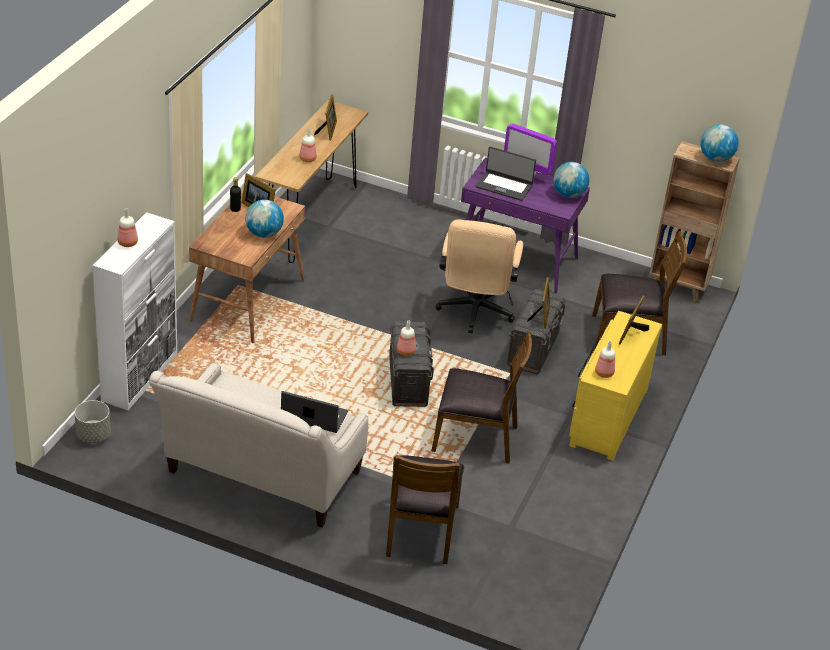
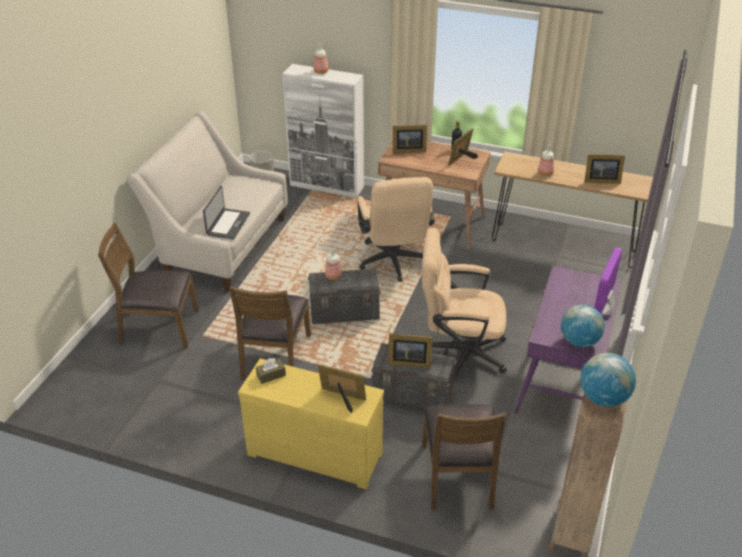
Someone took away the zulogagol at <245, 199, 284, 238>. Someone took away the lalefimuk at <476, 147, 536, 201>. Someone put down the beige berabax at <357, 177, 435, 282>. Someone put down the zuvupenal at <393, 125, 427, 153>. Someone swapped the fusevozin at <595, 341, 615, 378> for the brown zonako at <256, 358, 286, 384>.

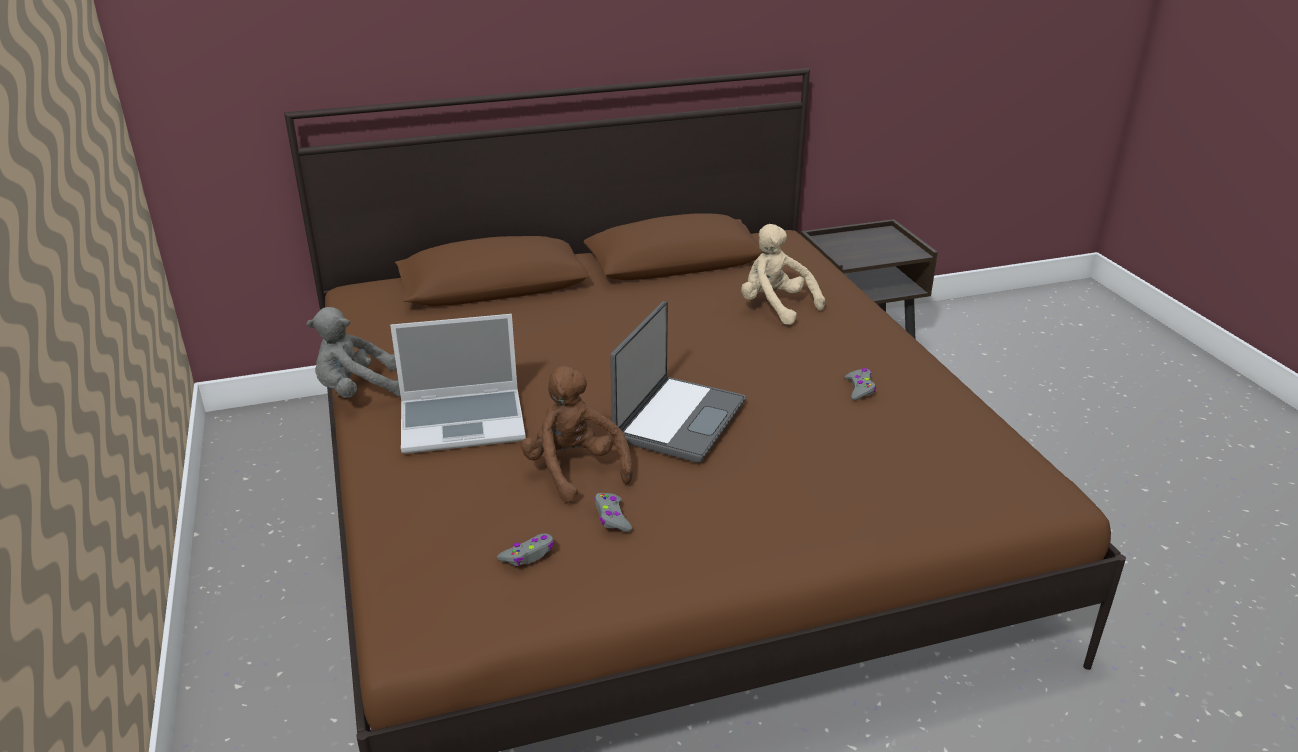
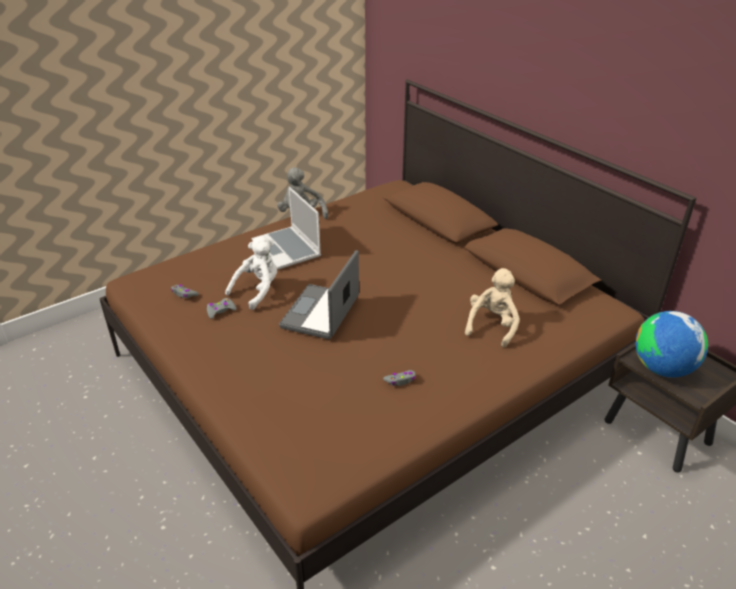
Someone put down the zulogagol at <635, 311, 708, 377>. Someone repainted the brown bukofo at <521, 366, 633, 503>, which became the white bukofo at <225, 236, 277, 310>. Someone rotated the lalefimuk at <610, 301, 746, 463> by 105 degrees clockwise.

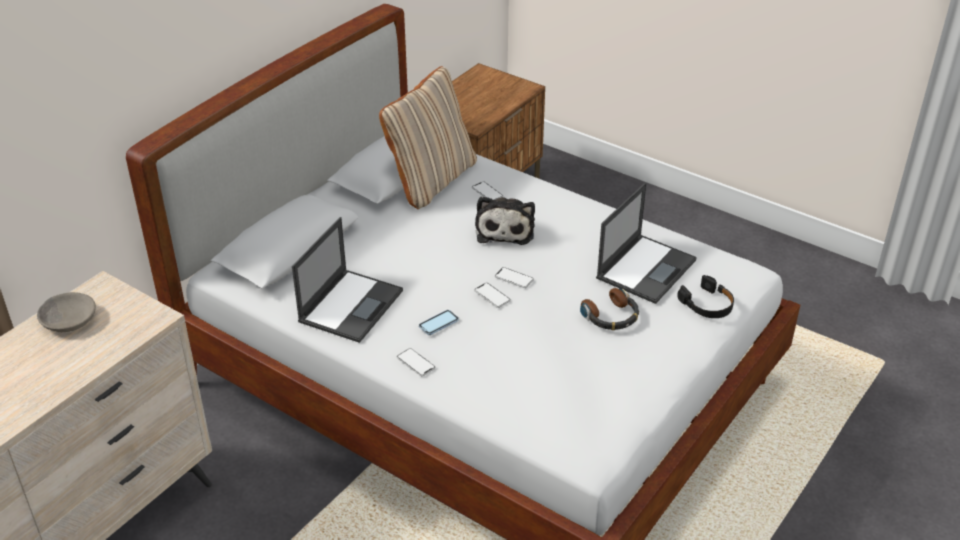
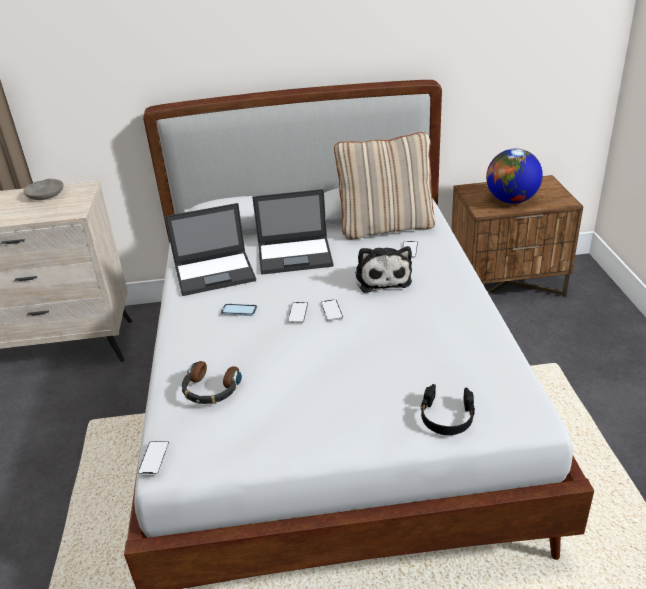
Someone put down the zulogagol at <486, 149, 543, 204>. Someone carried the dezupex from <397, 348, 436, 376> to <137, 441, 170, 475>. Someone carried the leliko from <580, 288, 639, 330> to <182, 361, 242, 404>. Someone carried the lalefimuk from <596, 183, 697, 304> to <252, 189, 333, 275>. Someone rotated the bukofo at <475, 196, 535, 245> by 60 degrees counterclockwise.

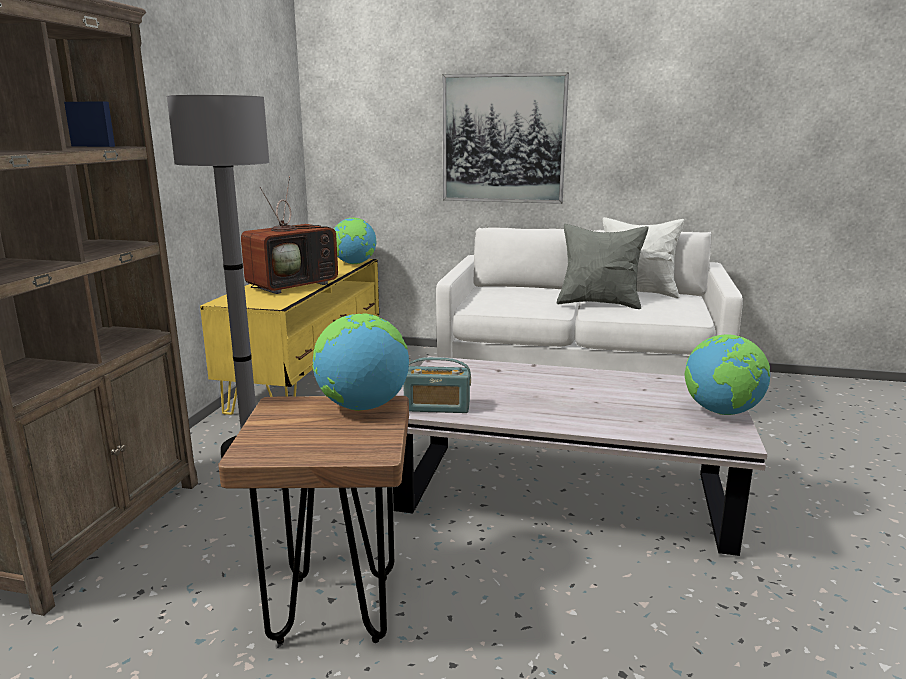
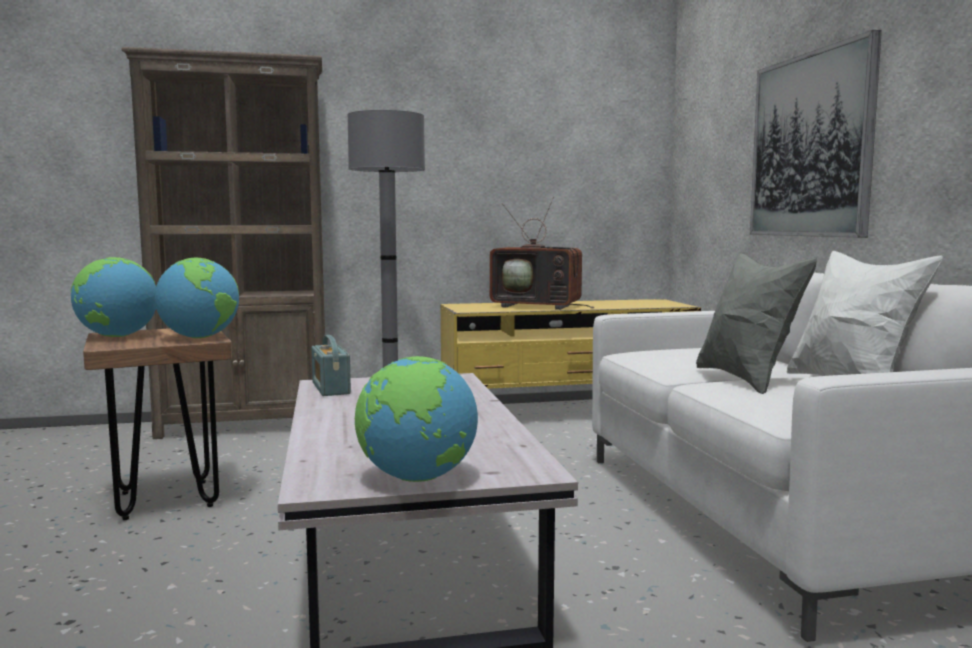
Someone carried the zulogagol from <334, 218, 376, 264> to <71, 257, 156, 337>.

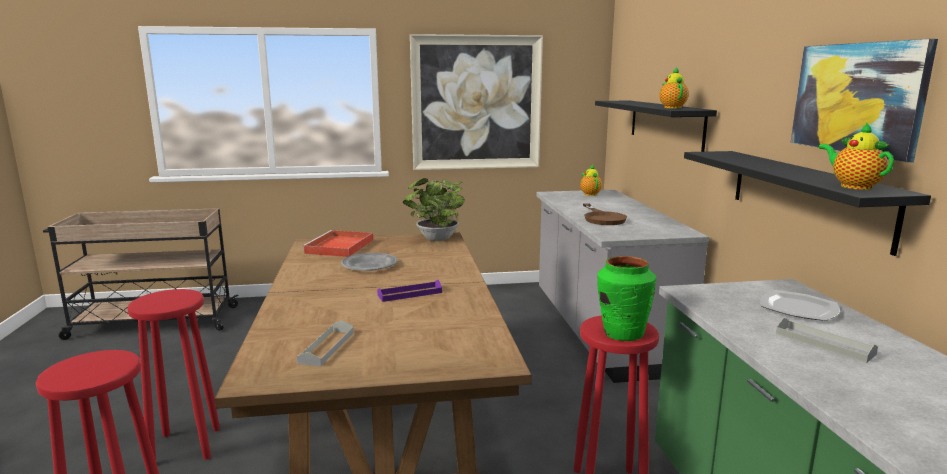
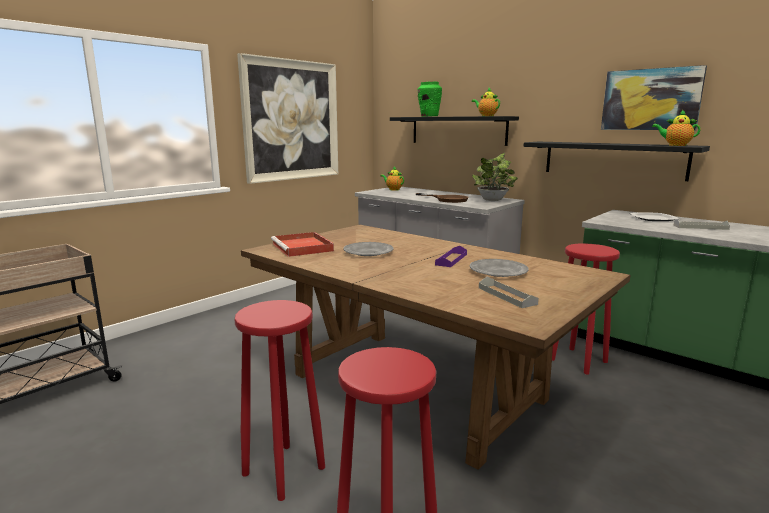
Someone put down the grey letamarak at <470, 259, 529, 277>. Someone carried the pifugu from <403, 178, 465, 241> to <472, 153, 518, 201>. Someone carried the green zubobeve from <597, 256, 656, 341> to <418, 81, 442, 117>.

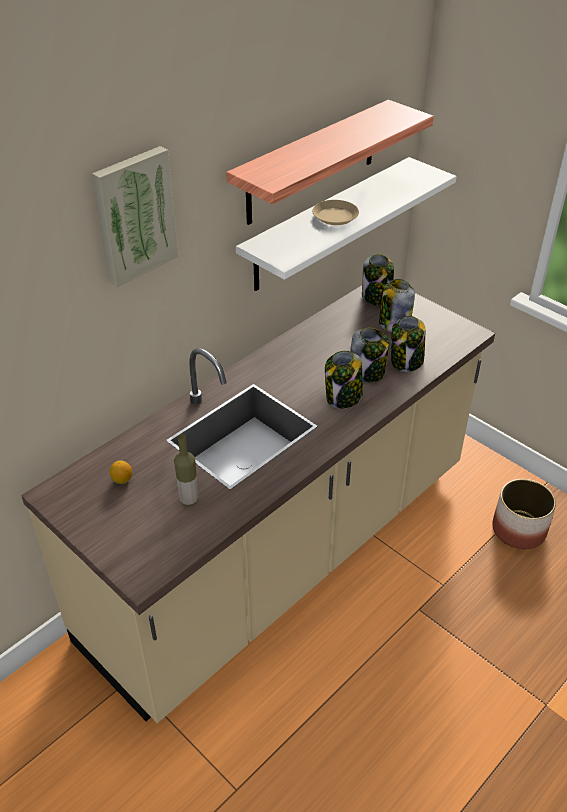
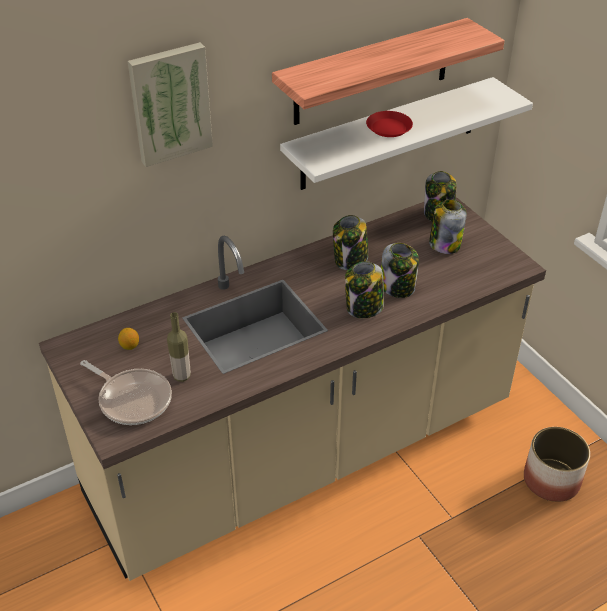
Someone put down the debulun at <80, 360, 172, 425>. Someone carried the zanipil from <391, 316, 425, 372> to <333, 215, 368, 270>. Someone repainted the beige letamarak at <312, 200, 359, 225>, which became the red letamarak at <366, 111, 413, 137>.

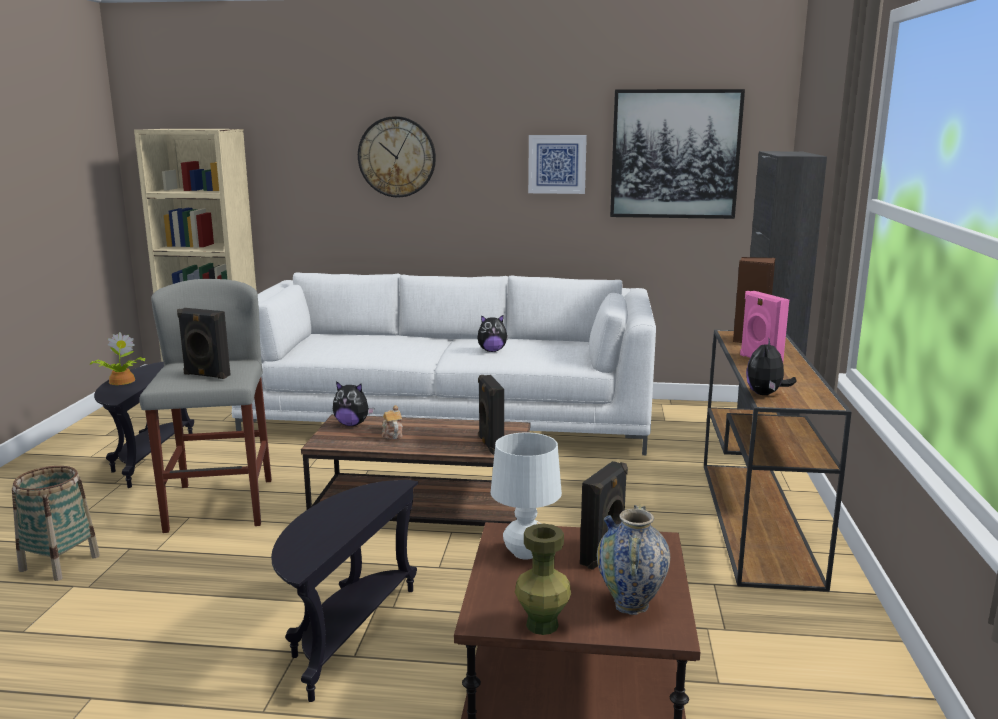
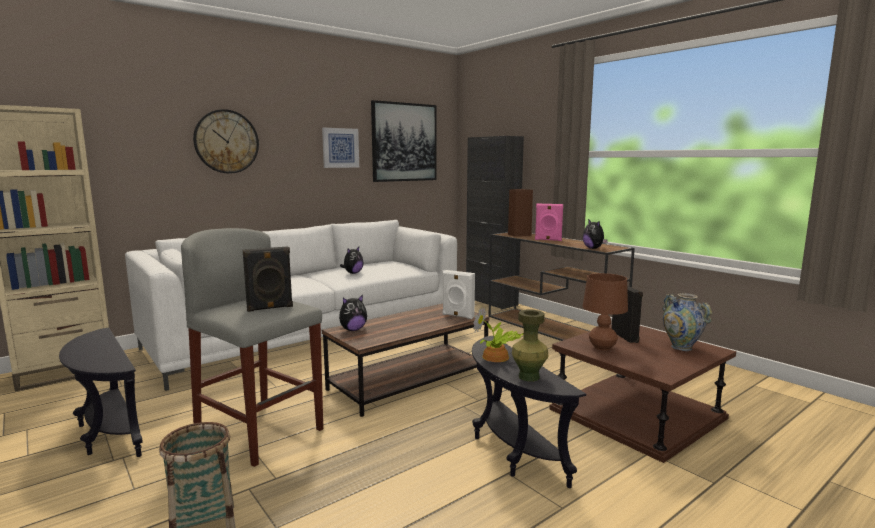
Someone took away the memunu at <382, 405, 403, 439>. Someone carried the pifugu from <89, 332, 145, 385> to <473, 306, 524, 362>. Someone carried the green zubobeve from <515, 524, 571, 635> to <512, 310, 549, 381>. Someone repainted the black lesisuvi at <478, 375, 504, 455>, which became the white lesisuvi at <442, 270, 475, 319>. Someone repainted the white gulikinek at <490, 433, 562, 560>, which became the brown gulikinek at <582, 273, 628, 350>.

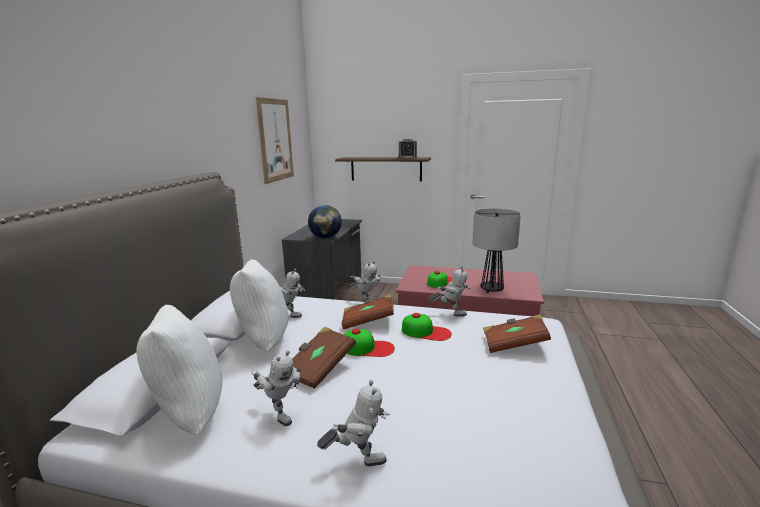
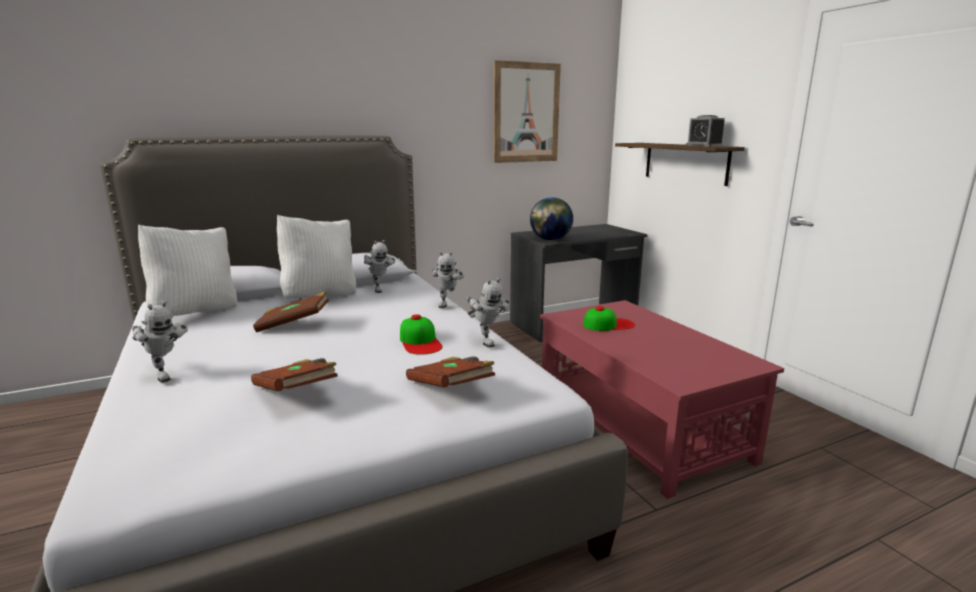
Someone took away the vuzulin at <252, 350, 301, 426>. Someone took away the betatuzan at <344, 328, 395, 357>. Someone took away the gulikinek at <473, 208, 521, 293>. Someone carried the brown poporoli from <341, 294, 394, 329> to <251, 358, 338, 392>.

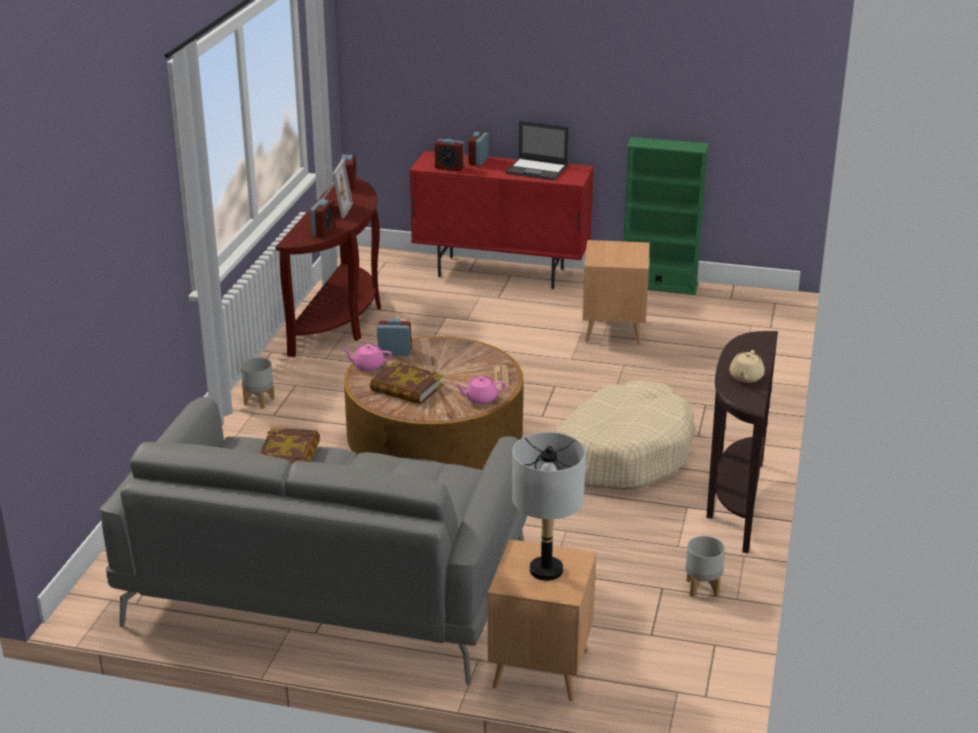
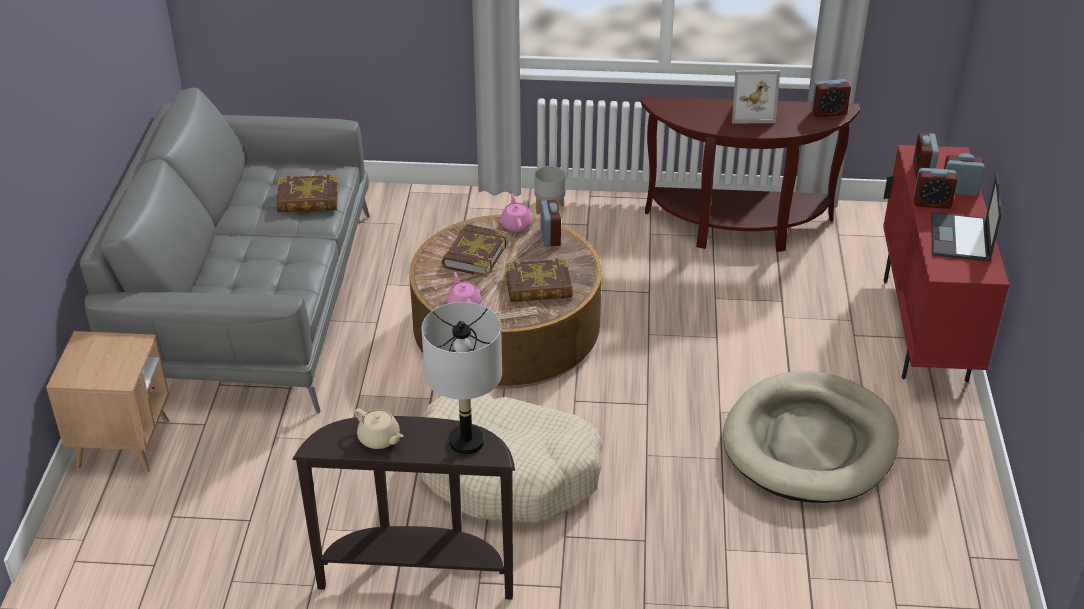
Someone took away the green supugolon at <624, 137, 709, 295>. Someone took away the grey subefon at <685, 536, 725, 597>. Someone put down the poporoli at <505, 259, 573, 302>. Someone carried the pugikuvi from <310, 199, 335, 237> to <914, 168, 957, 209>. Someone carried the grey gulikinek from <512, 432, 586, 581> to <422, 302, 502, 454>. Someone swapped the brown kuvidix at <583, 240, 649, 346> for the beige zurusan at <723, 371, 899, 503>. Someone rotated the beige memunu at <729, 350, 765, 383> by 150 degrees counterclockwise.

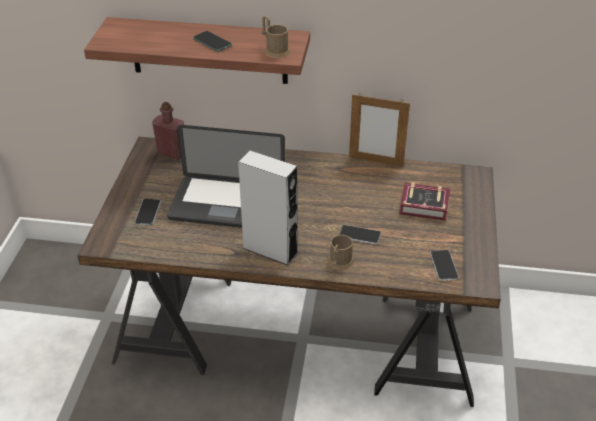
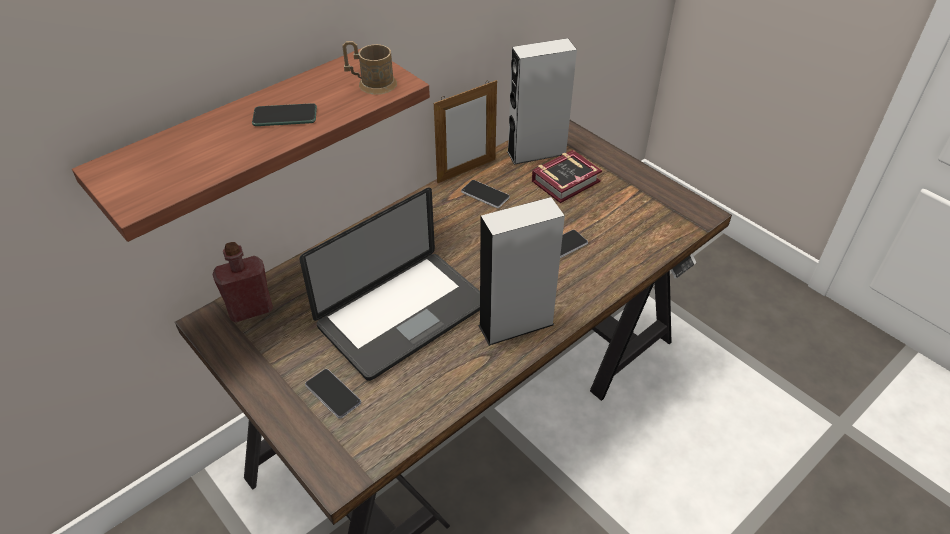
Someone took away the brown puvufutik at <328, 235, 354, 270>. Someone put down the grey lesisuvi at <507, 38, 577, 165>. Someone carried the dezupex from <430, 250, 459, 281> to <461, 180, 510, 208>.

